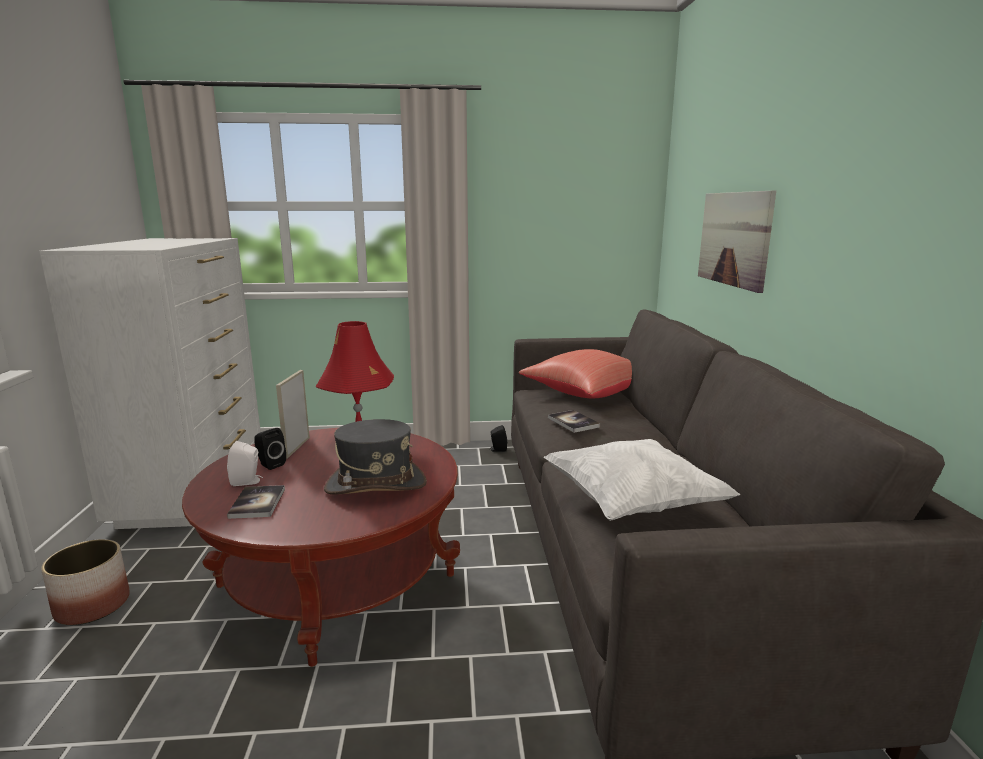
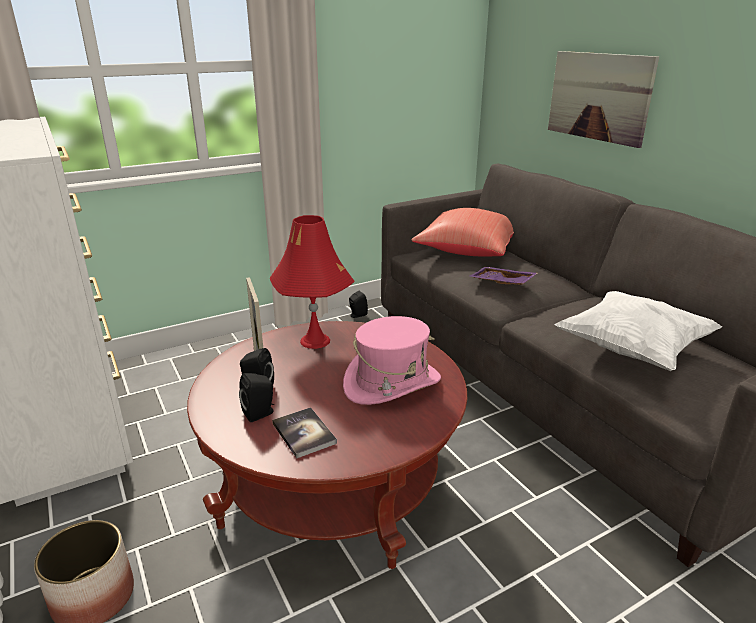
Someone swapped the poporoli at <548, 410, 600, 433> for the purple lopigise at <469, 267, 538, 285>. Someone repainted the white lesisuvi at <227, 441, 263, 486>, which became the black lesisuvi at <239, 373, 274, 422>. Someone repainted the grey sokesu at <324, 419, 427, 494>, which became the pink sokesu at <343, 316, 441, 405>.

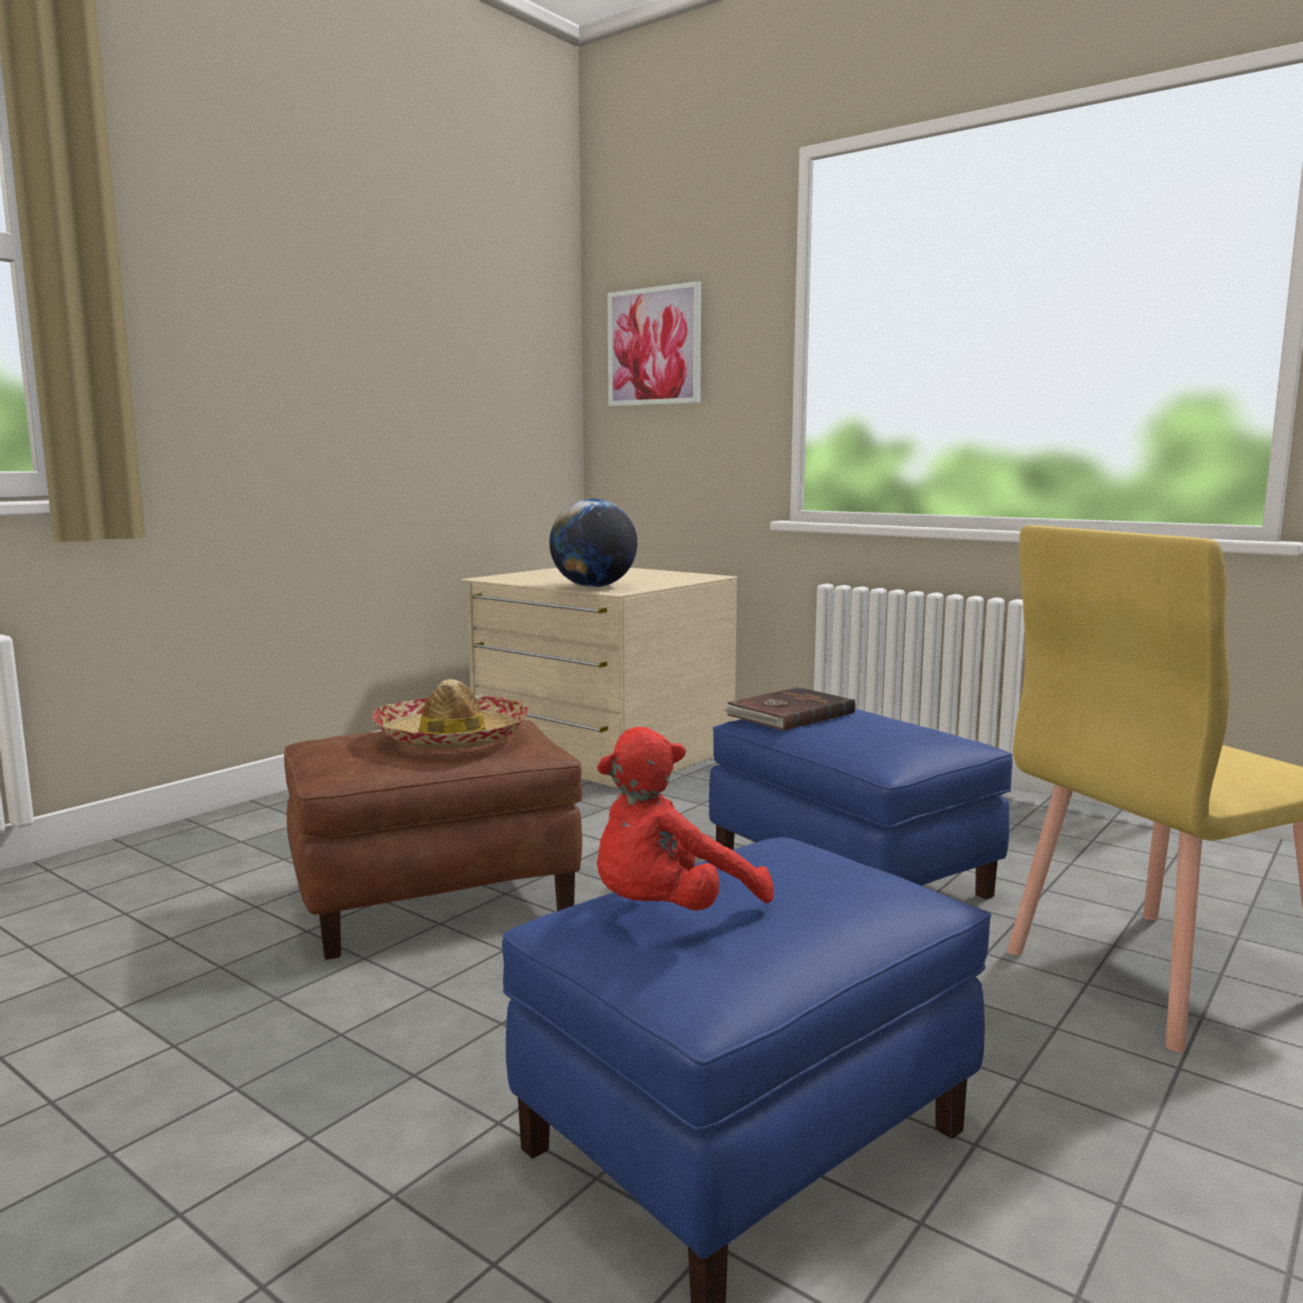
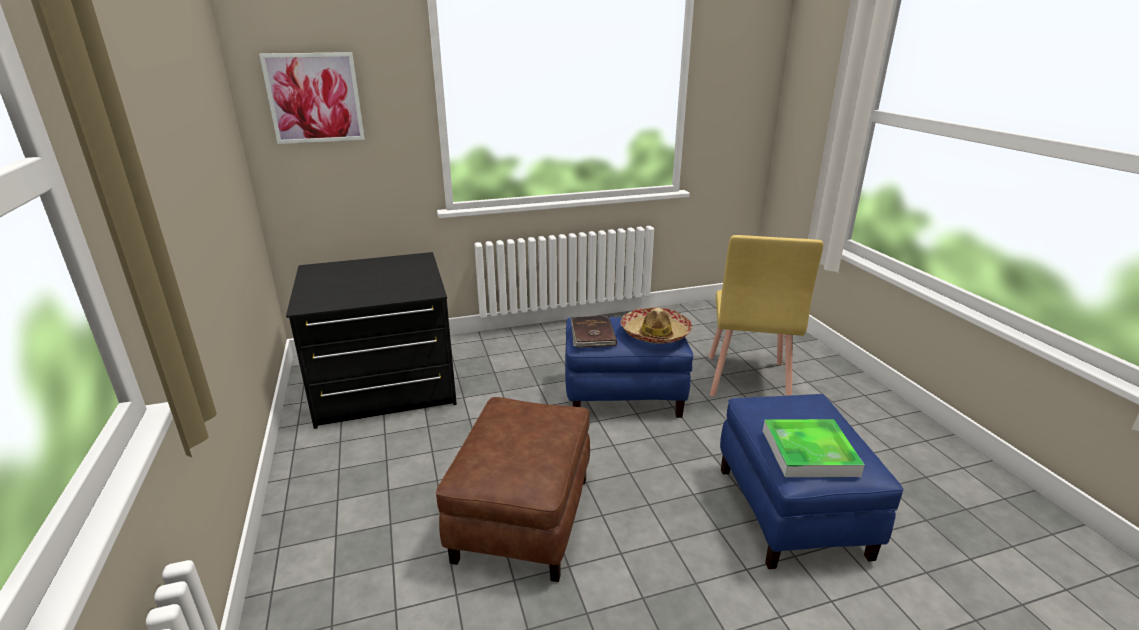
Someone took away the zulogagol at <549, 498, 637, 587>. Someone carried the sokesu from <371, 679, 529, 749> to <621, 307, 692, 344>. Someone swapped the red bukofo at <597, 727, 774, 911> for the lopigise at <763, 419, 865, 477>. Someone repainted the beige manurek at <461, 568, 738, 788>, which became the black manurek at <286, 252, 457, 429>.

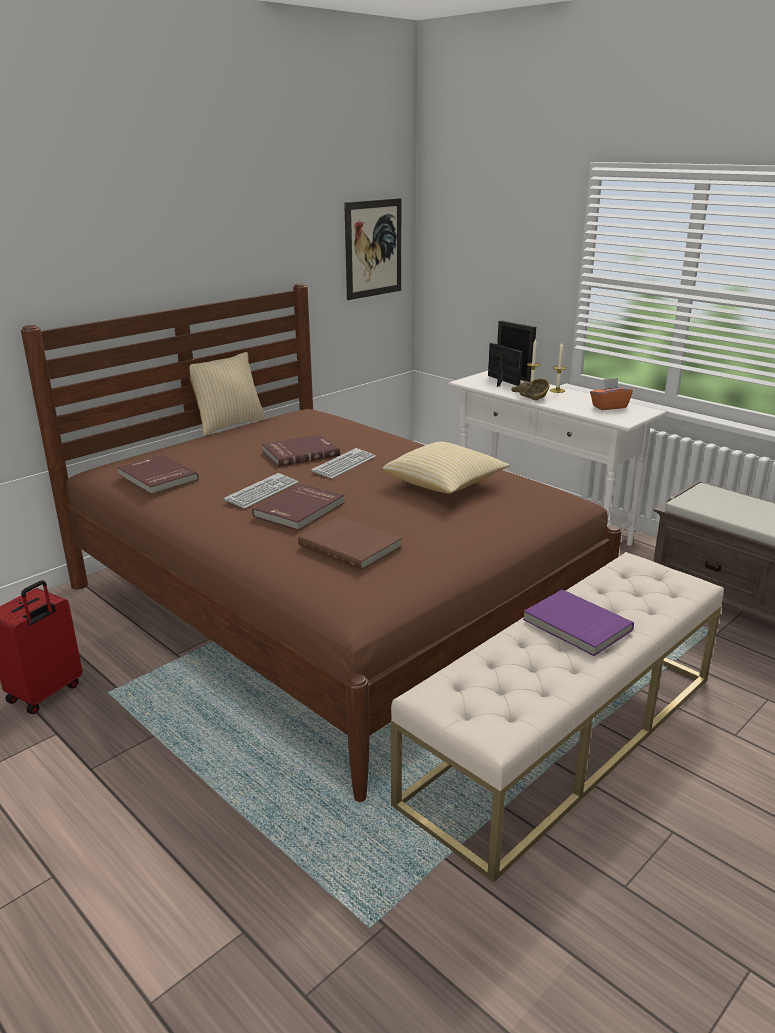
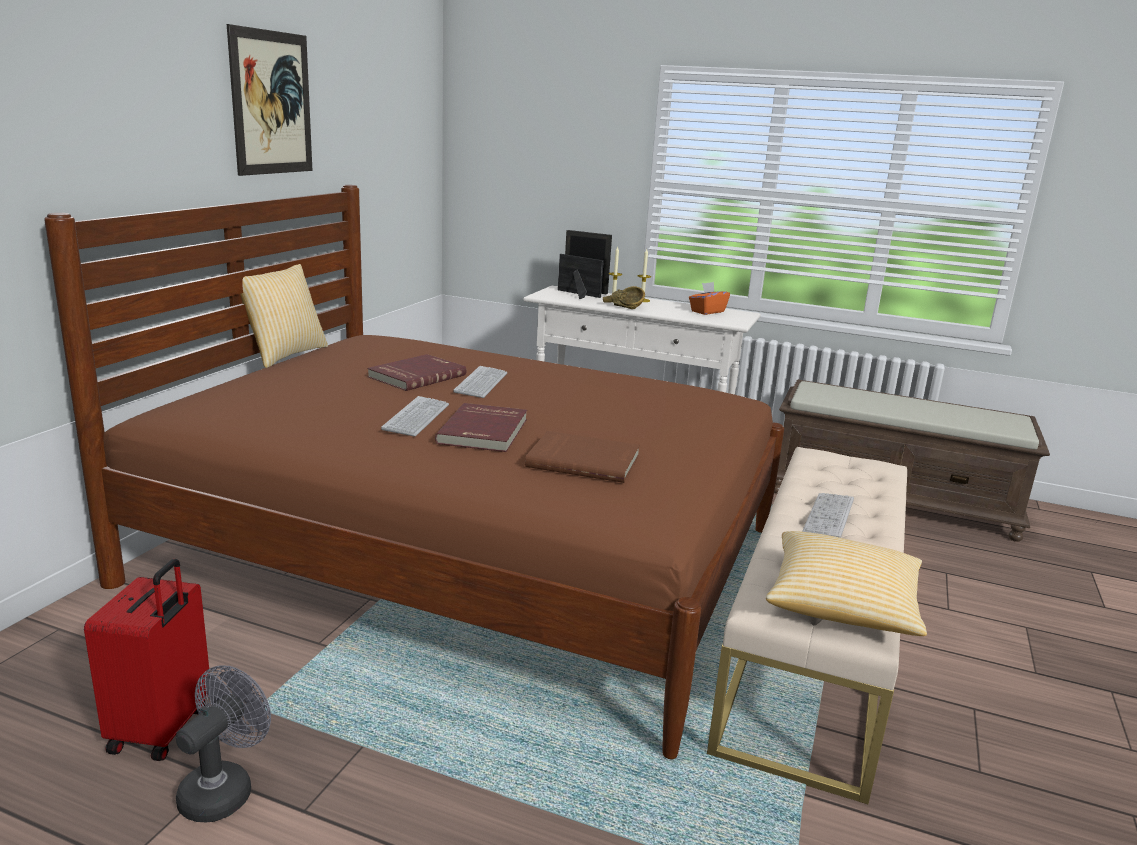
Someone took away the red poporoli at <117, 455, 199, 495>. Someone put down the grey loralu at <176, 665, 271, 822>. Someone carried the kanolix from <344, 198, 401, 300> to <227, 24, 313, 176>. Someone carried the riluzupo from <383, 442, 509, 494> to <766, 531, 927, 636>. Someone swapped the purple poporoli at <523, 589, 634, 656> for the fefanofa at <802, 493, 854, 538>.

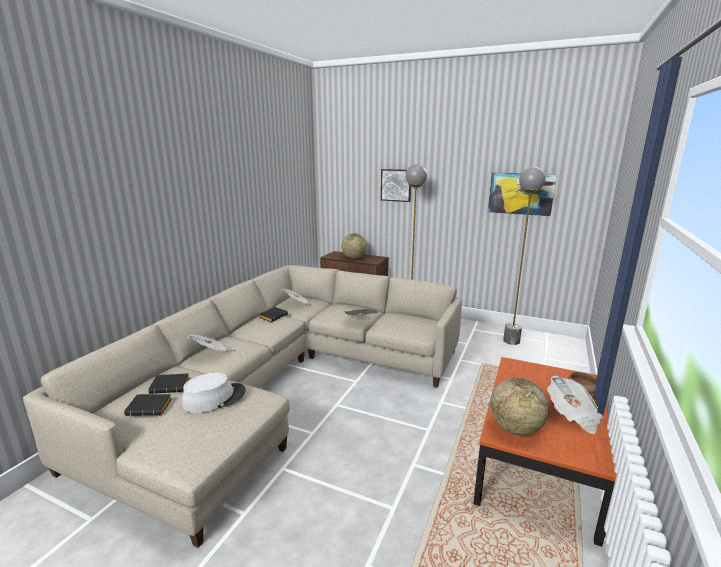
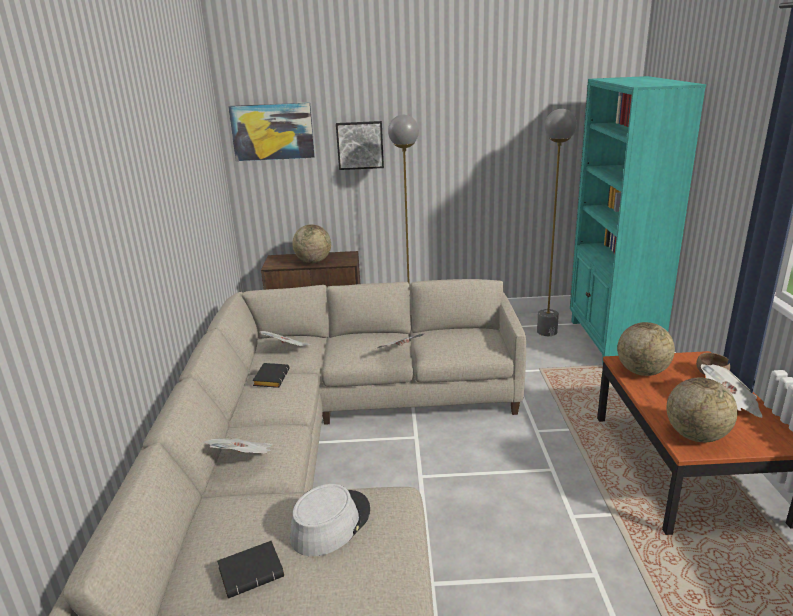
Someone took away the black poporoli at <148, 373, 190, 394>. Someone put down the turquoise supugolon at <570, 76, 706, 365>. Someone put down the zulogagol at <617, 322, 675, 376>. Someone carried the kanolix from <488, 173, 557, 216> to <228, 102, 315, 161>.

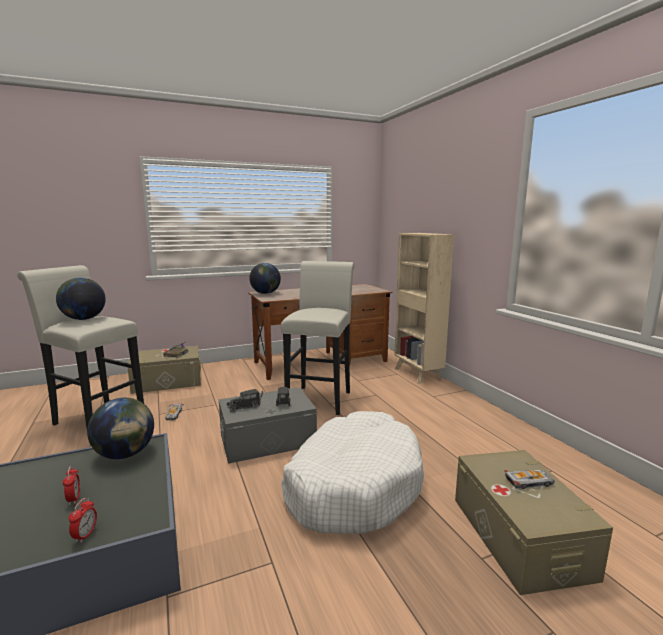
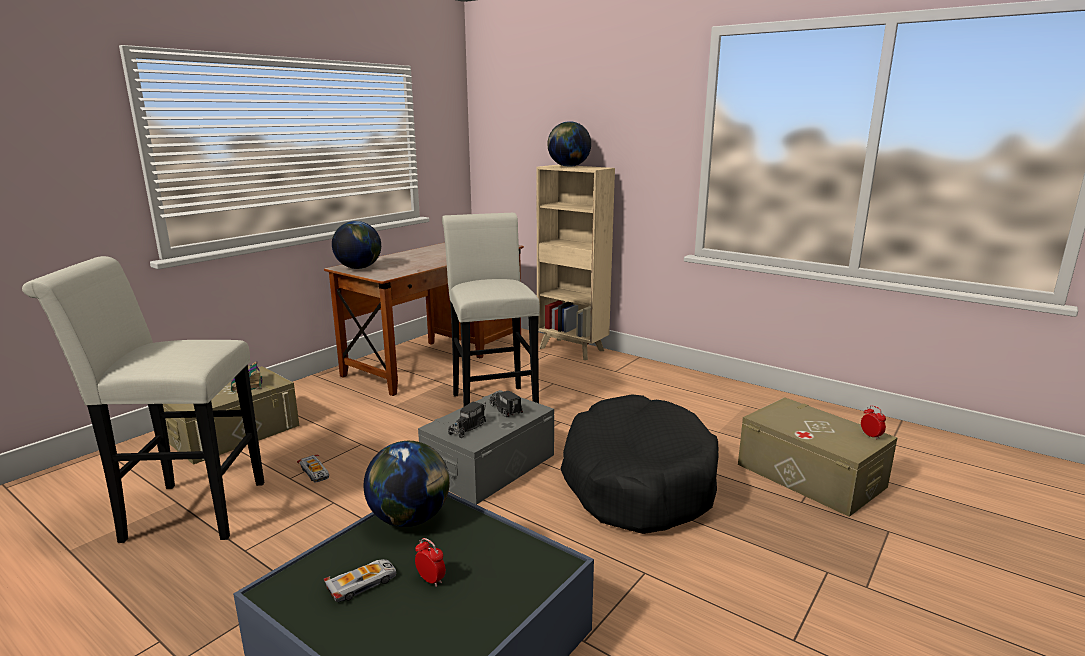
Someone carried the zulogagol from <56, 278, 106, 320> to <547, 121, 591, 167>. Someone carried the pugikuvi from <69, 498, 97, 543> to <861, 405, 886, 440>. Someone carried the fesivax from <504, 470, 555, 489> to <324, 559, 396, 602>. Someone repainted the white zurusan at <281, 411, 424, 534>, which became the black zurusan at <560, 394, 719, 534>.

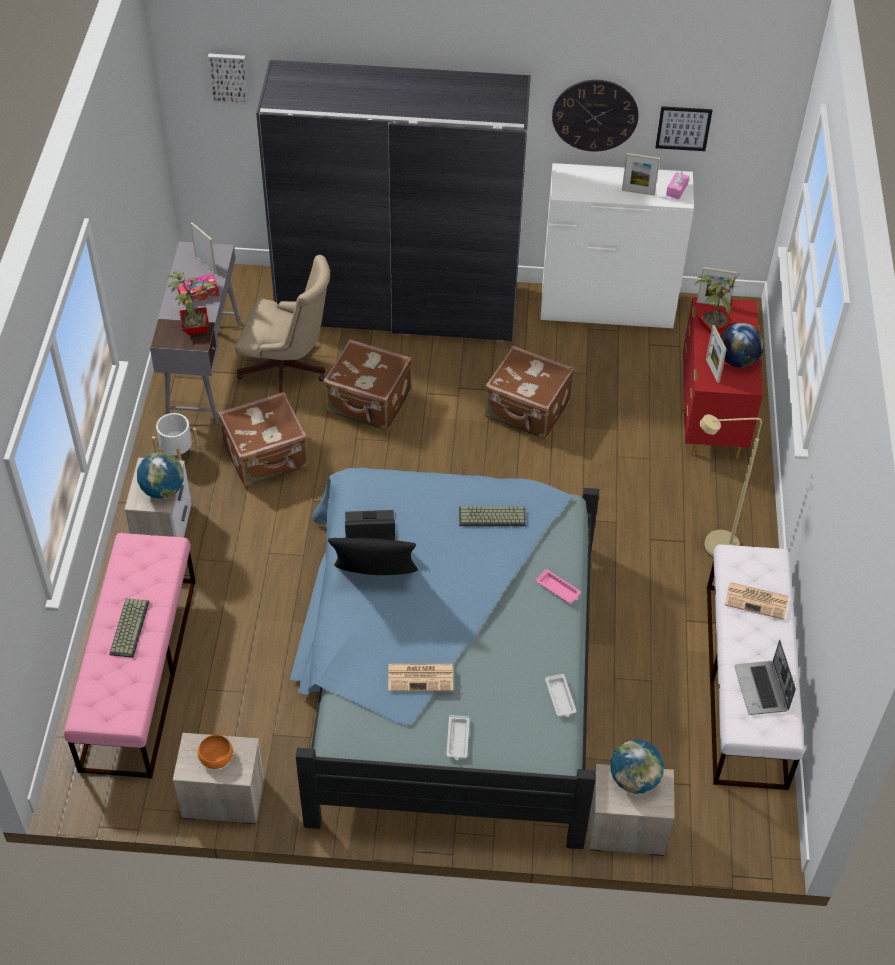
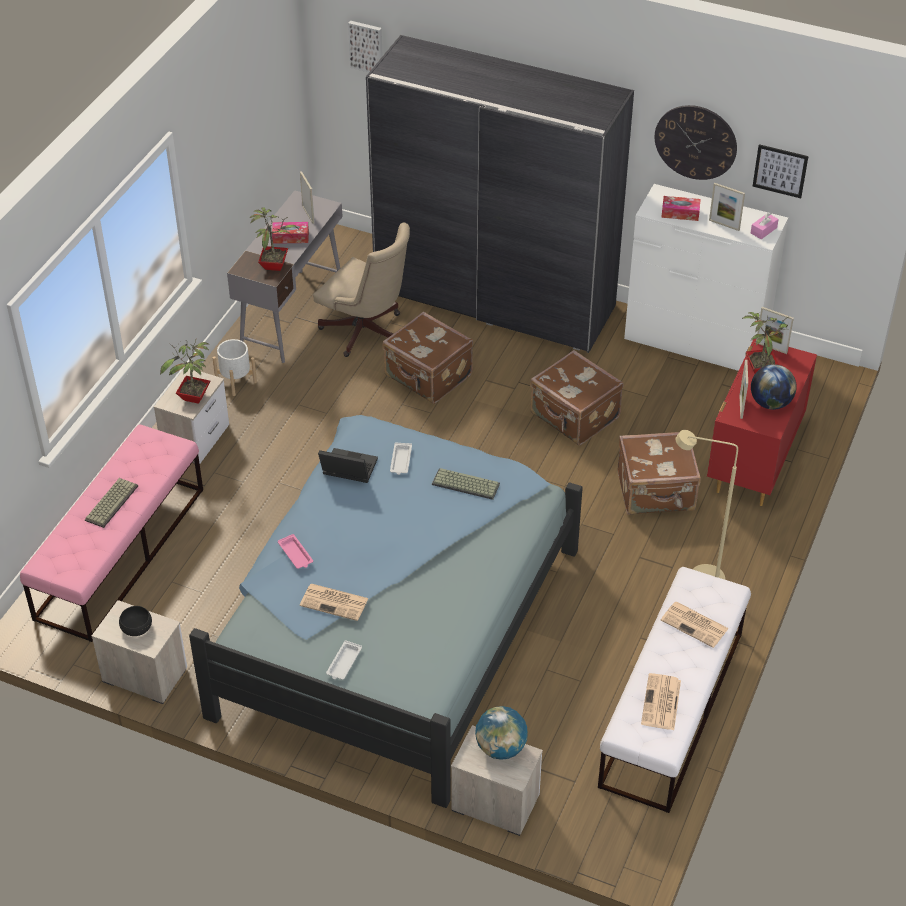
Someone took away the black riluzupo at <328, 538, 418, 575>. Someone put down the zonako at <661, 196, 701, 221>. Someone carried the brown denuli from <218, 392, 309, 487> to <618, 432, 701, 515>. Someone carried the pink lopigise from <536, 569, 581, 604> to <278, 534, 313, 569>. Someone carried the white lopigise from <545, 674, 576, 717> to <390, 443, 412, 475>. Someone swapped the zulogagol at <137, 452, 184, 499> for the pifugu at <160, 340, 210, 404>. Someone swapped the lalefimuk at <734, 640, 796, 715> for the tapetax at <641, 673, 681, 730>. Someone repainted the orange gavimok at <198, 735, 233, 769>, which became the black gavimok at <119, 606, 152, 636>.

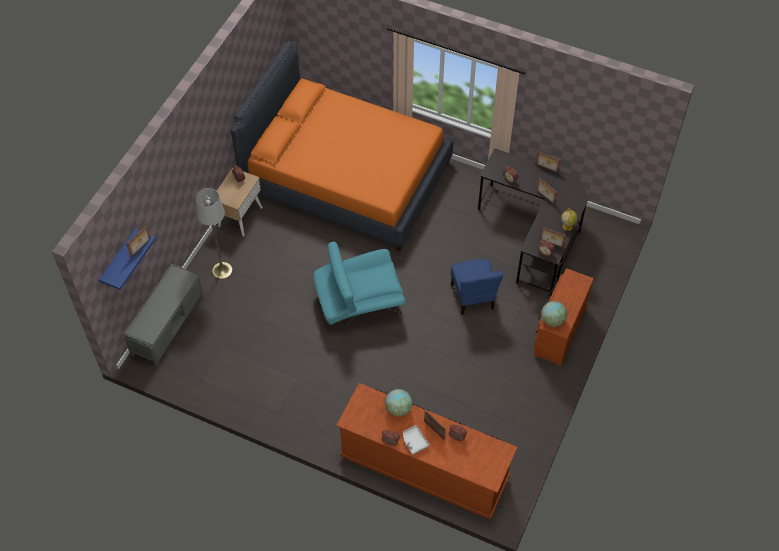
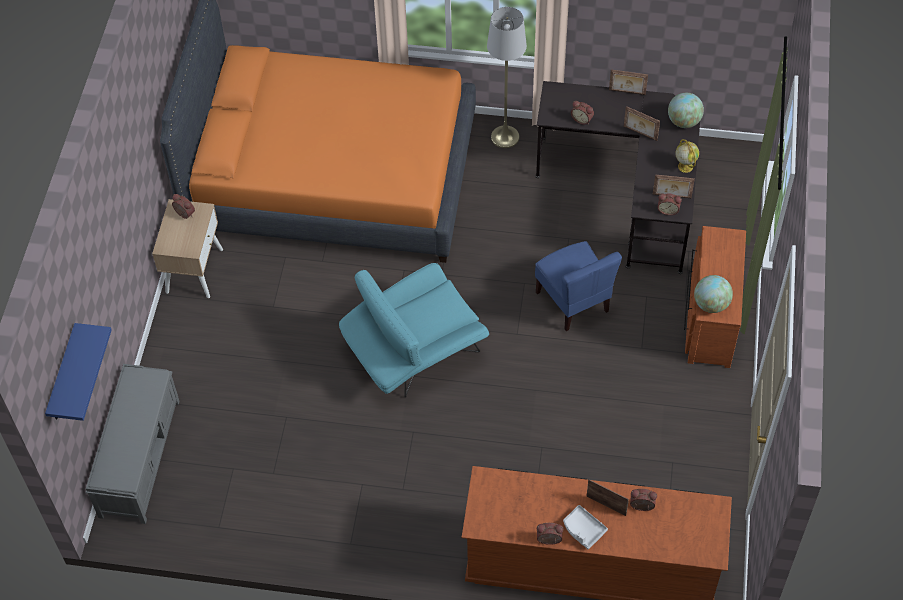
Someone took away the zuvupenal at <126, 225, 151, 257>. Someone carried the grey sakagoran from <195, 188, 233, 279> to <487, 7, 527, 148>. Someone carried the zulogagol from <385, 389, 412, 417> to <668, 93, 704, 128>.

